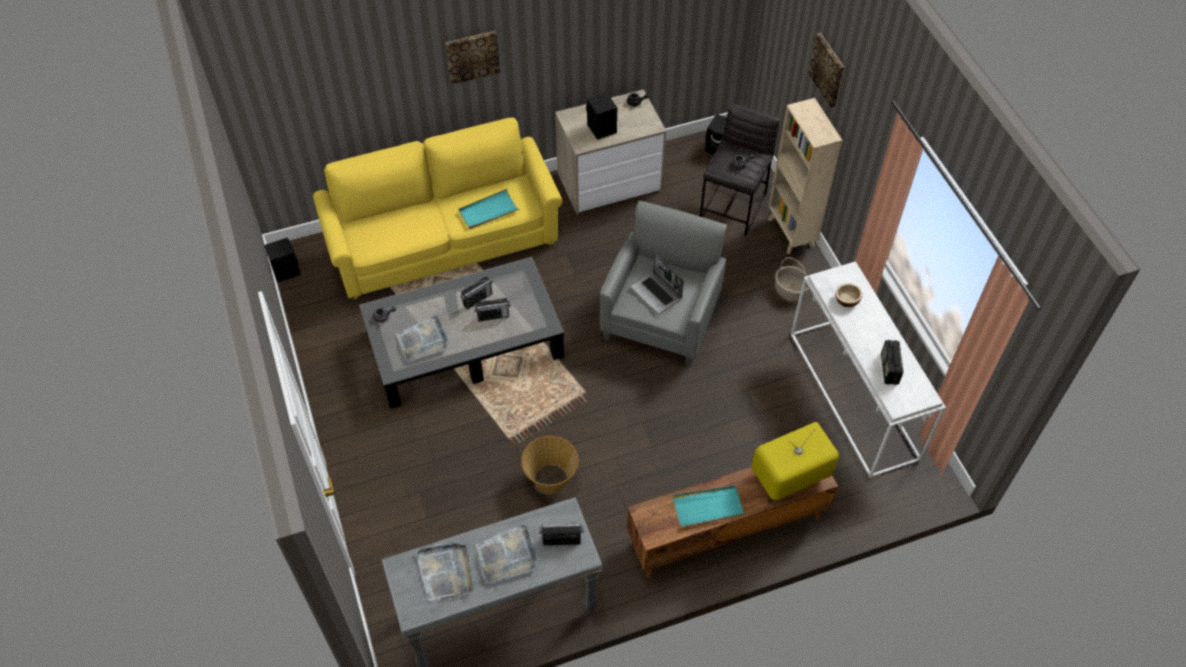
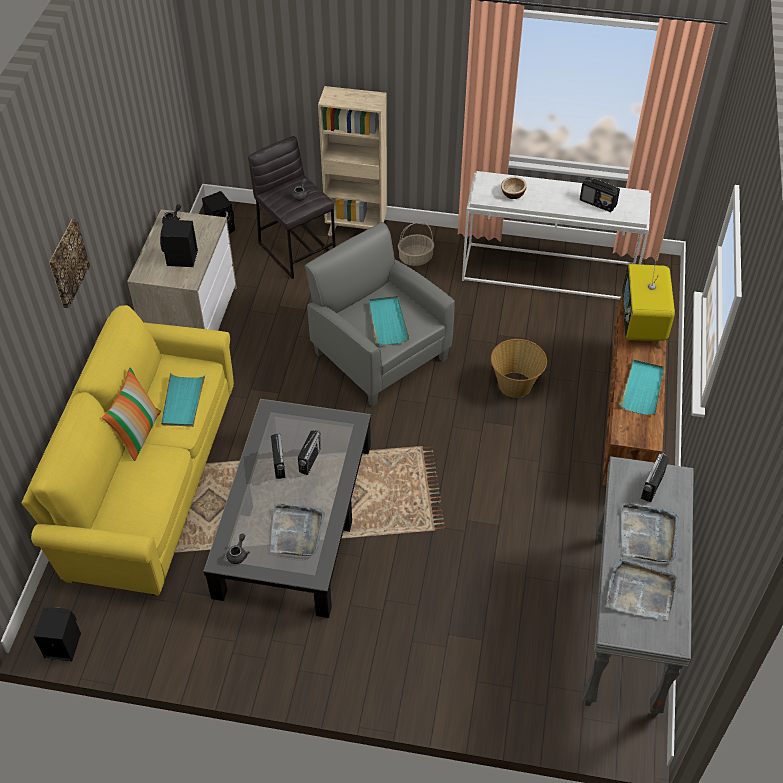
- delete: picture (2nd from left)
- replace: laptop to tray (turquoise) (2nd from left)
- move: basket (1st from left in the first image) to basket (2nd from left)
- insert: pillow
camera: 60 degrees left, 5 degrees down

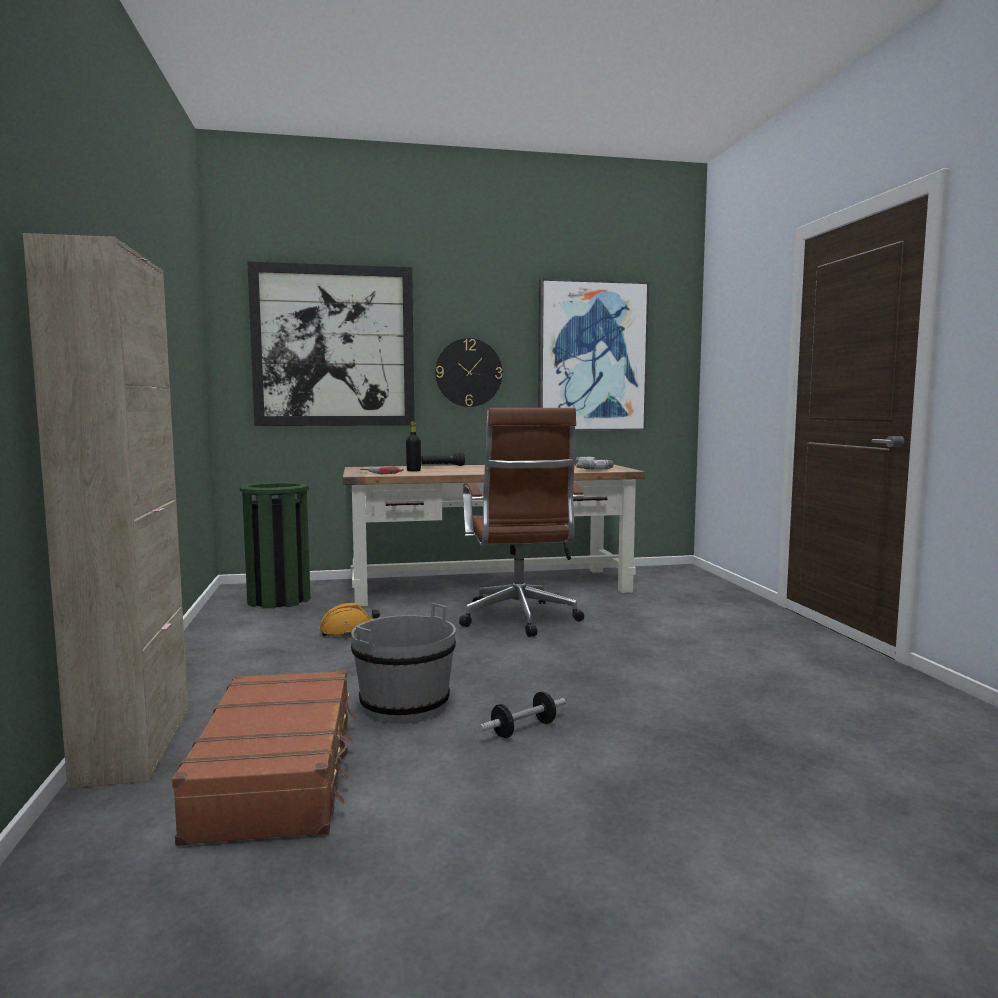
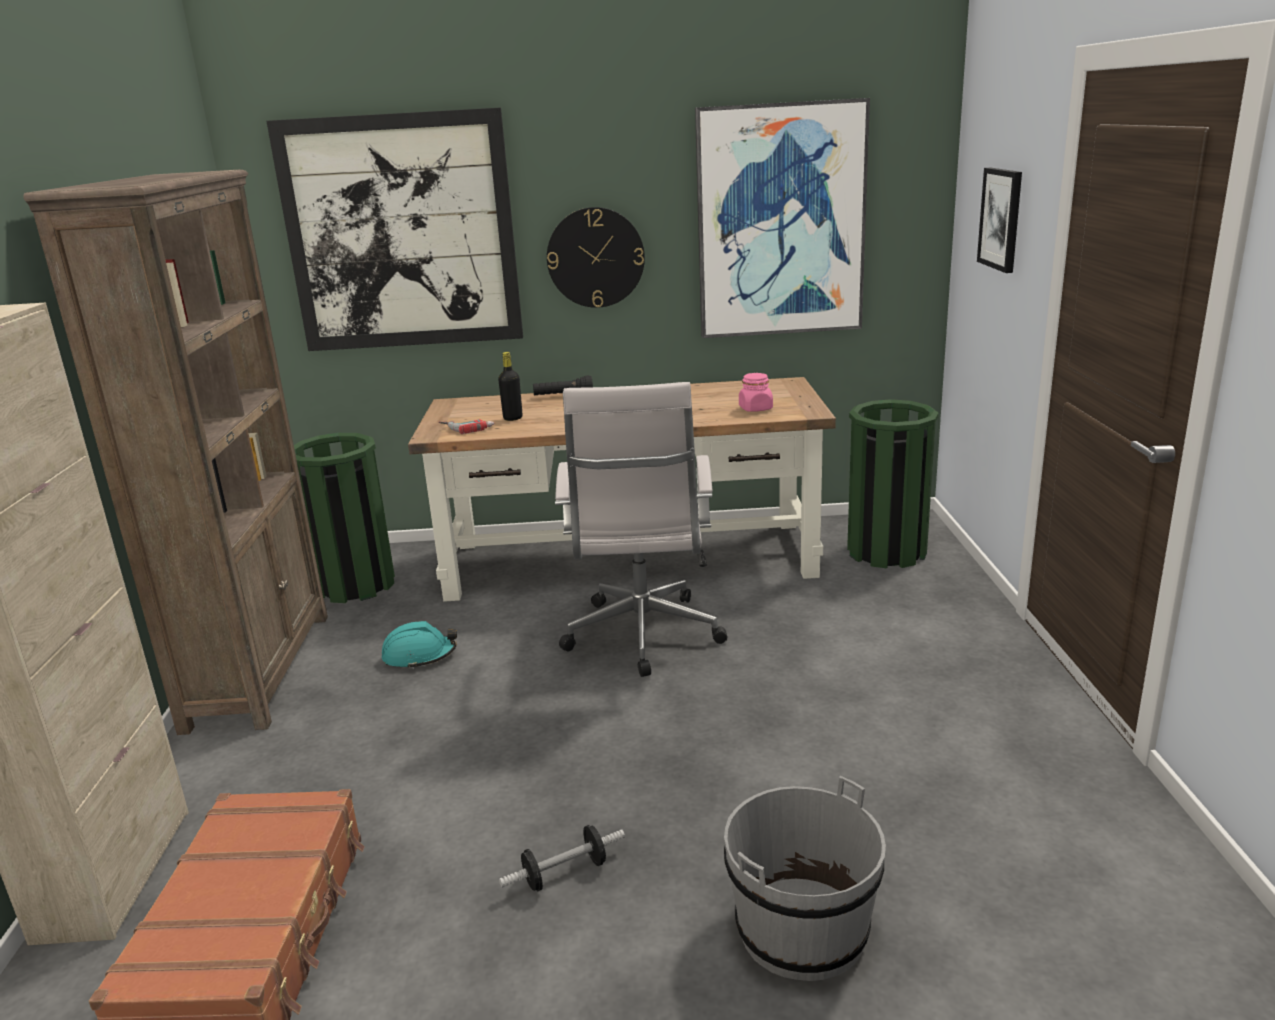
- recolor: office chair (brown) to office chair (white)
- replace: power drill (2nd from left) to jar (pink)
- recolor: hard hat (orange) to hard hat (turquoise)
- move: bucket (grey)
- insert: picture (3rd from left)
- insert: bookcase (brown)
- insert: trash can (green) (2nd from left)
camera: 10 degrees right, 15 degrees up

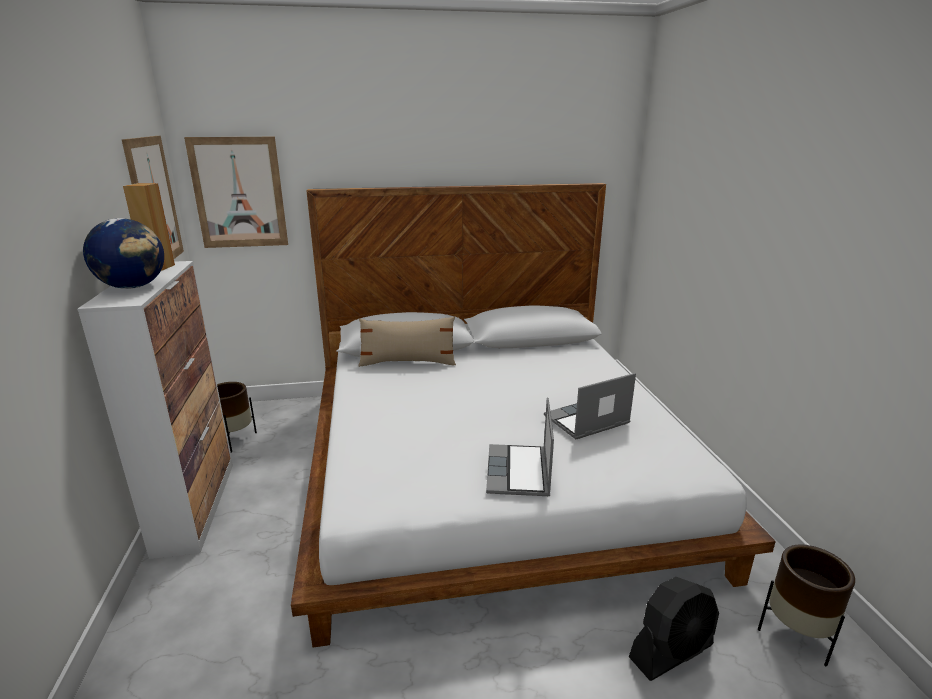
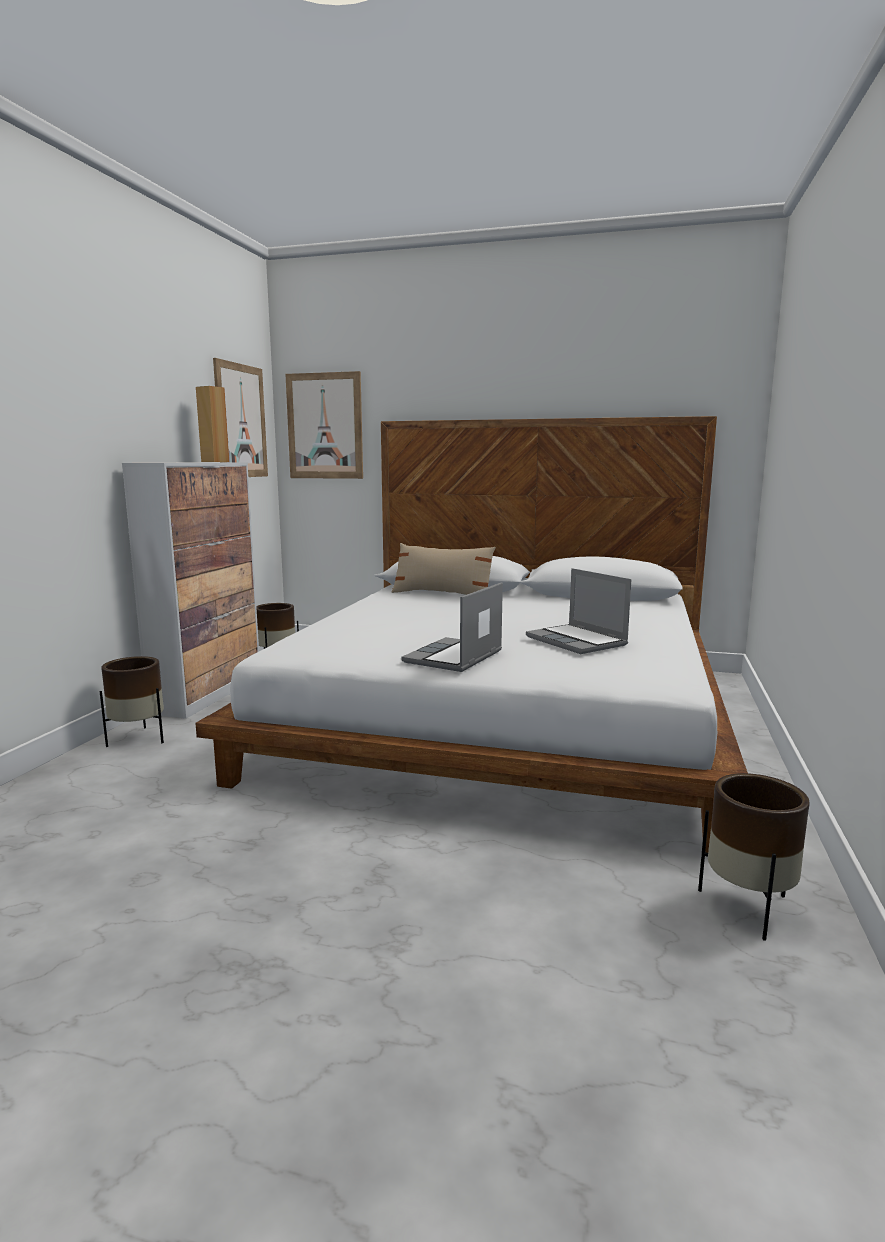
- delete: globe
- rotate: laptop (2nd from left) 120 degrees counterclockwise
- delete: fan (black)
- insert: planter (brown) (1st from left)
camera: 25 degrees right, 10 degrees down

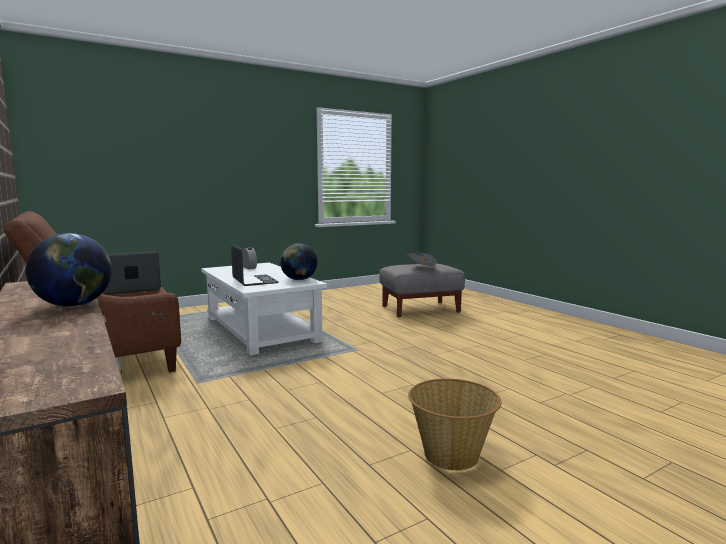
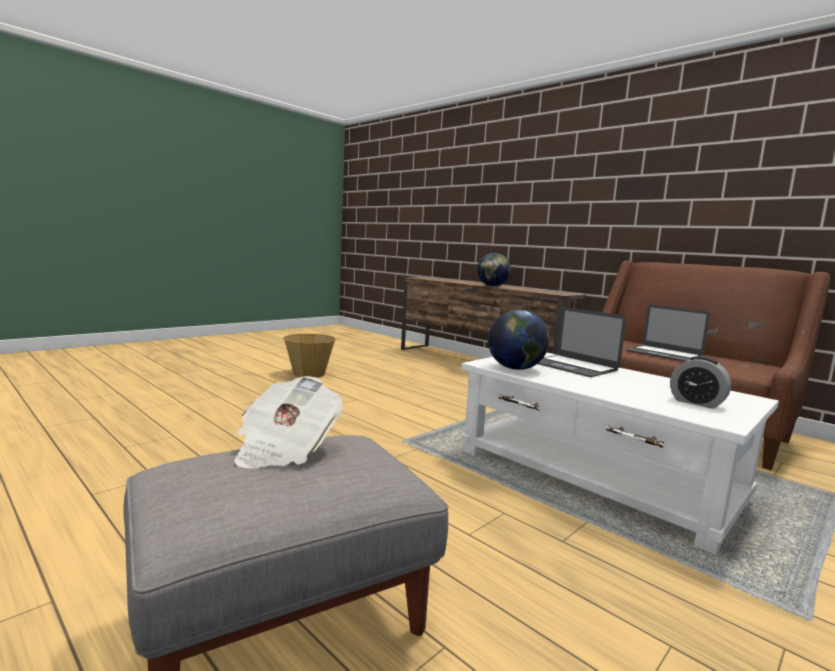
- rotate: laptop (1st from left in the first image) 90 degrees clockwise
camera: 165 degrees right, 0 degrees up

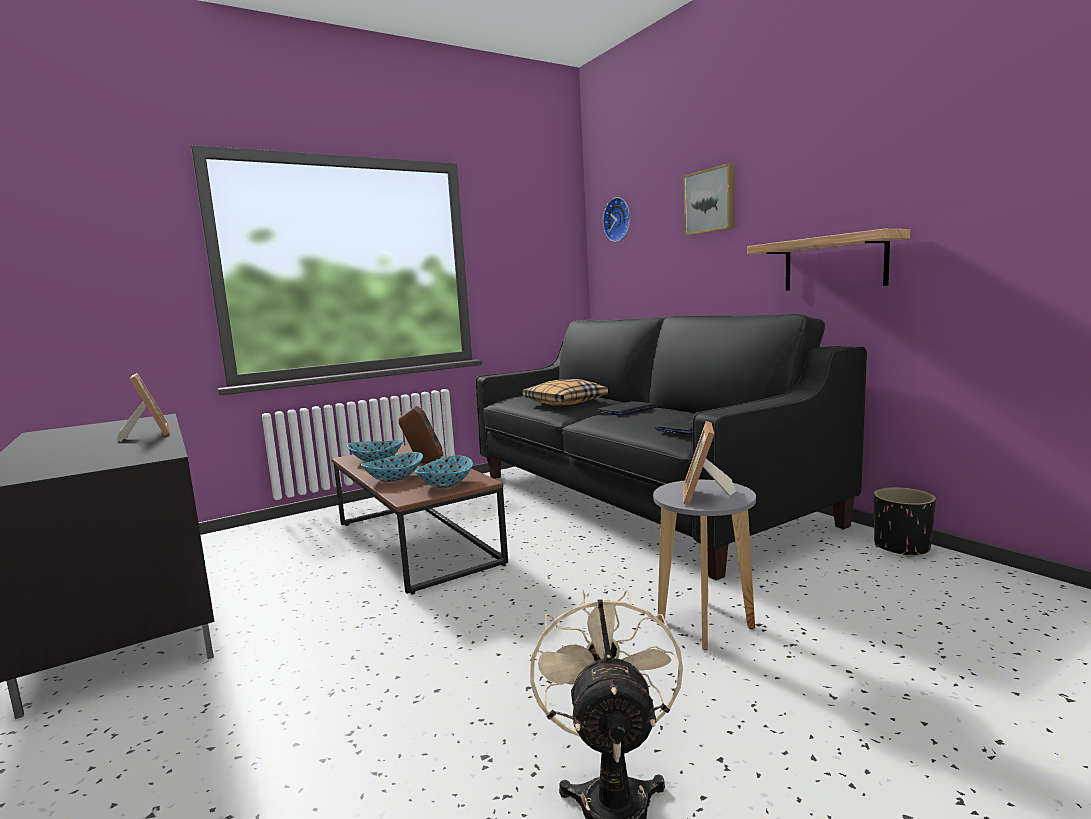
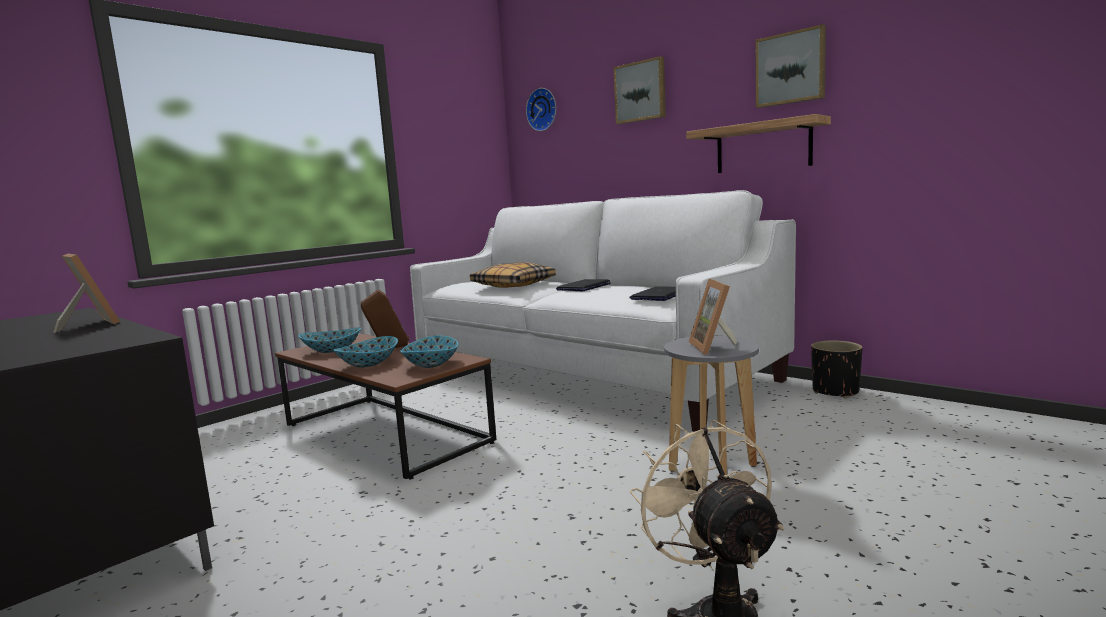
- recolor: sofa (black) to sofa (white)
- insert: picture (2nd from left)
camera: 15 degrees left, 0 degrees up

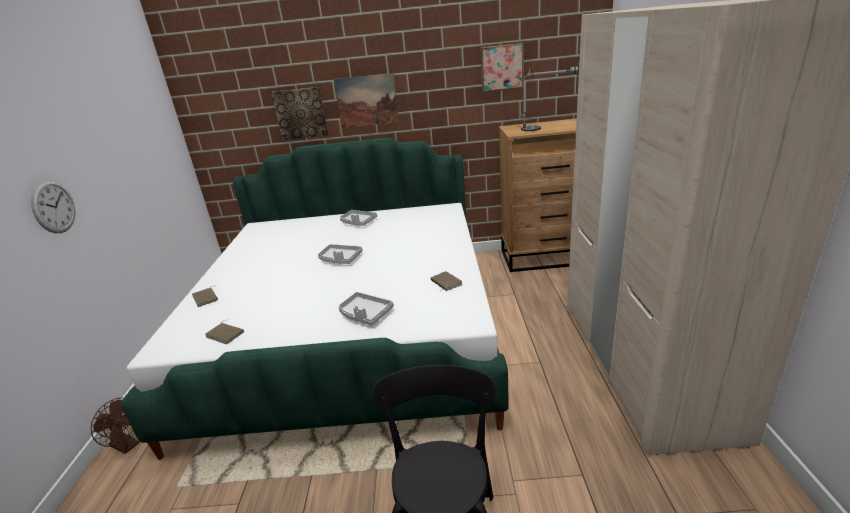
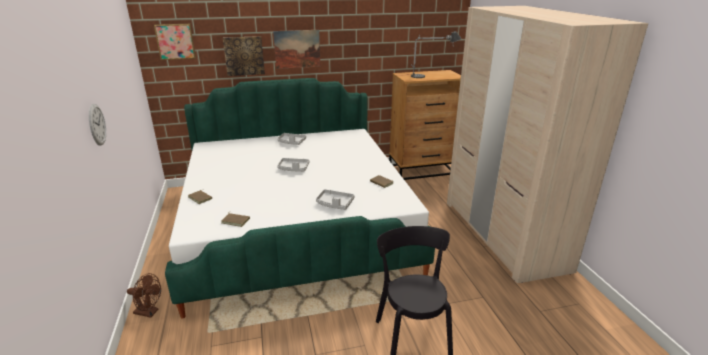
- move: picture (3rd from left in the first image) to picture (1st from left)
camera: 15 degrees left, 0 degrees up

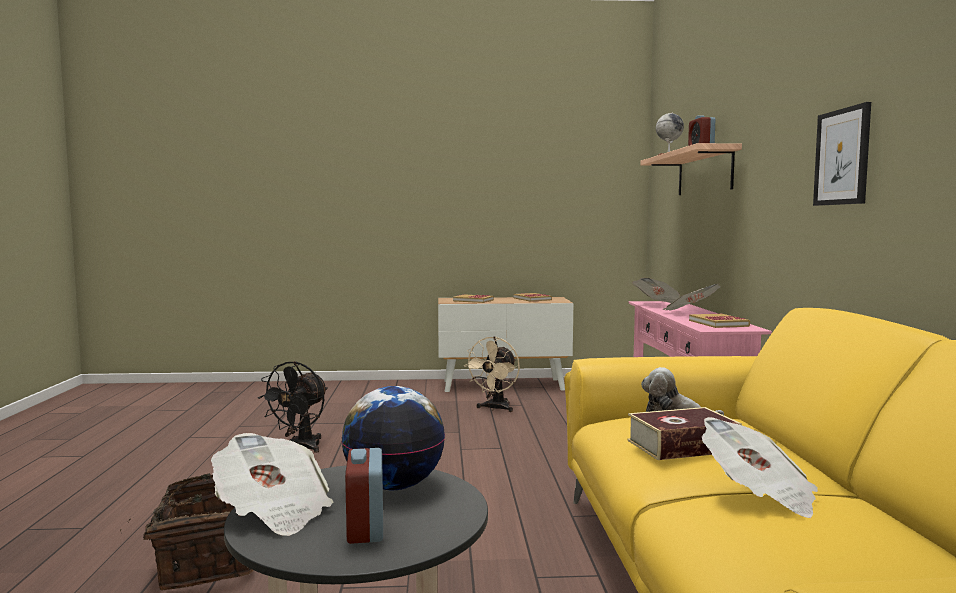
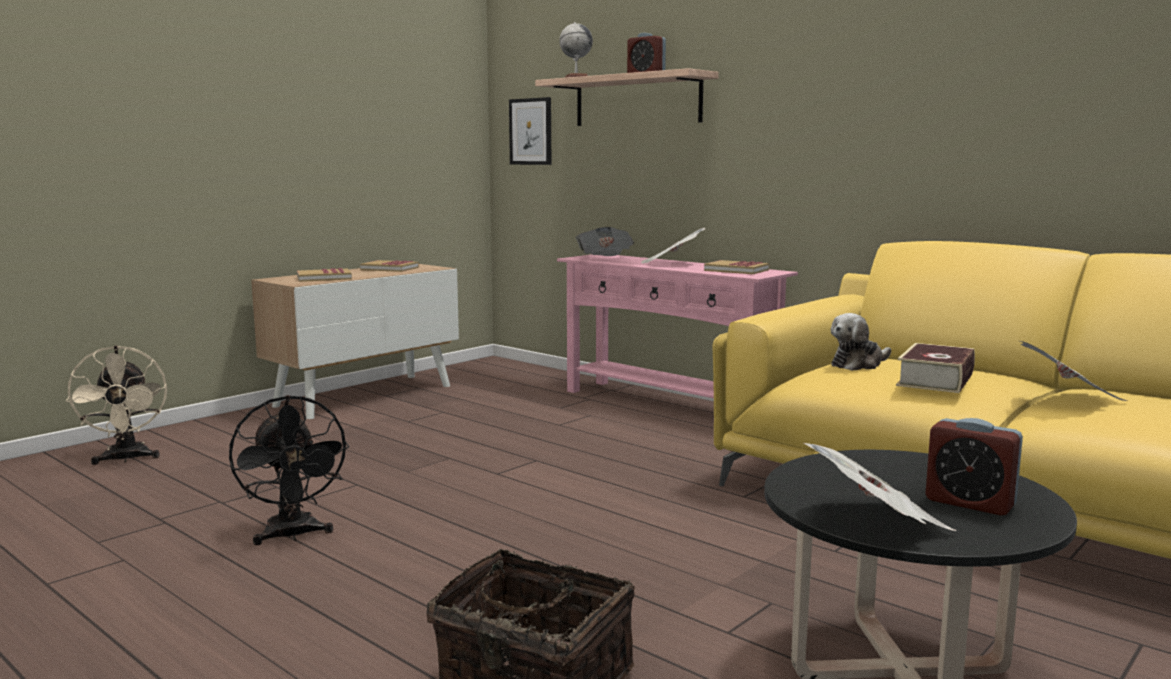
- move: picture
- move: fan (beige)
- delete: globe (1st from left)
camera: 45 degrees left, 5 degrees up

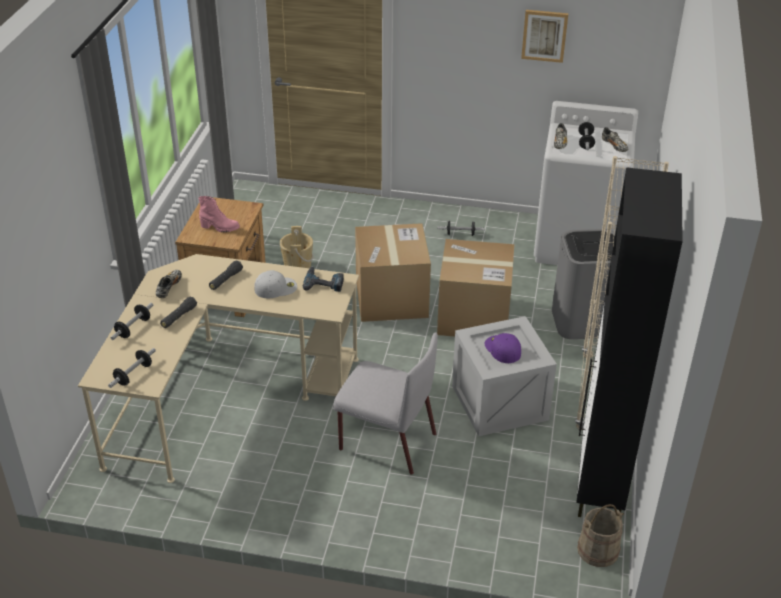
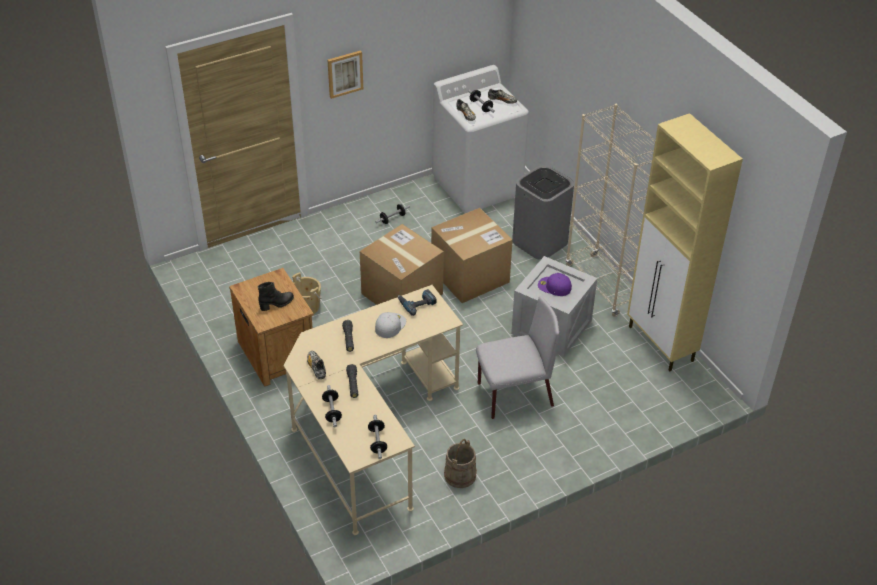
- move: picture
- recolor: cabinet (black) to cabinet (beige)
- recolor: boot (pink) to boot (black)
- move: bucket (beige) (2nd from left)
camera: 40 degrees left, 5 degrees up

